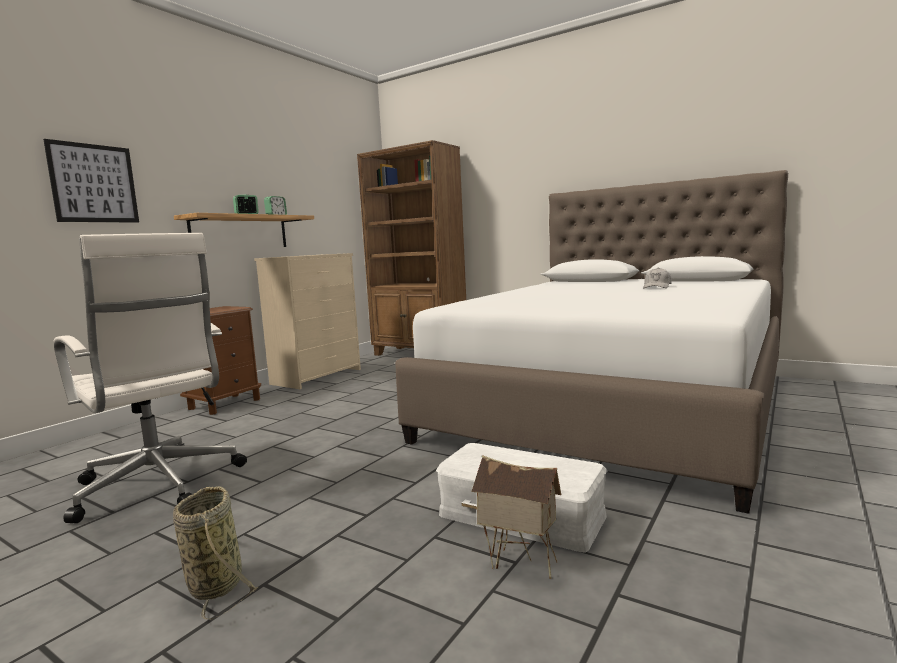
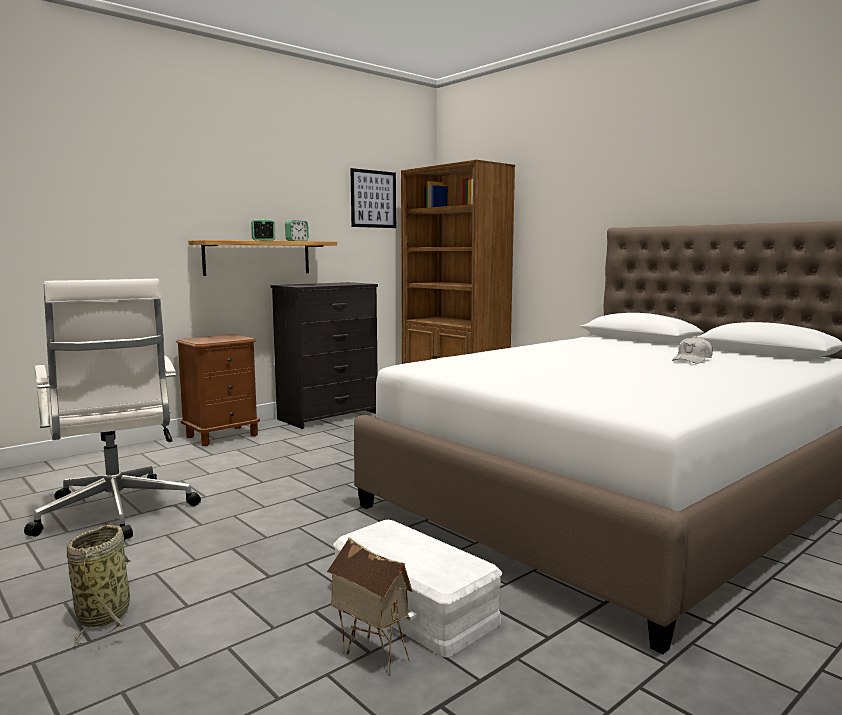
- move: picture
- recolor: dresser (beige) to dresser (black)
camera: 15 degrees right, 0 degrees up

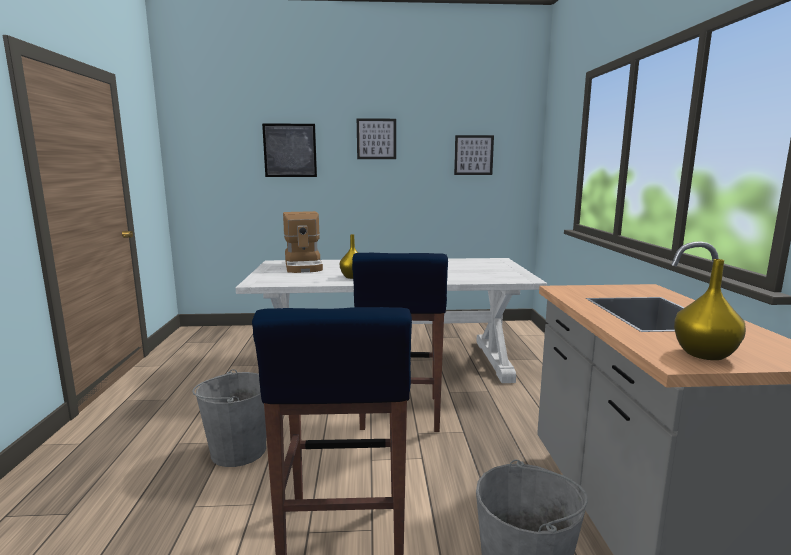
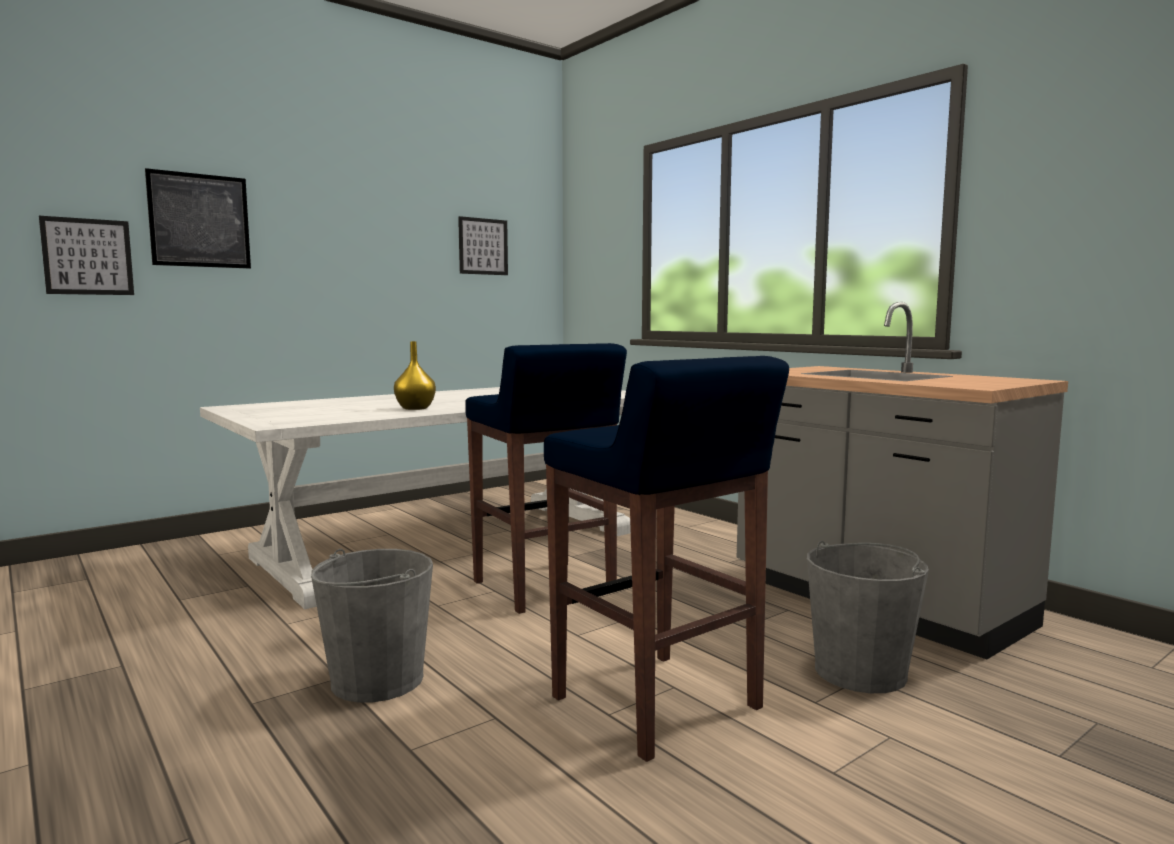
- move: picture (2nd from left in the first image) to picture (1st from left)
- delete: coffee machine
- delete: vase (yellow) (2nd from left)
camera: 35 degrees left, 5 degrees down

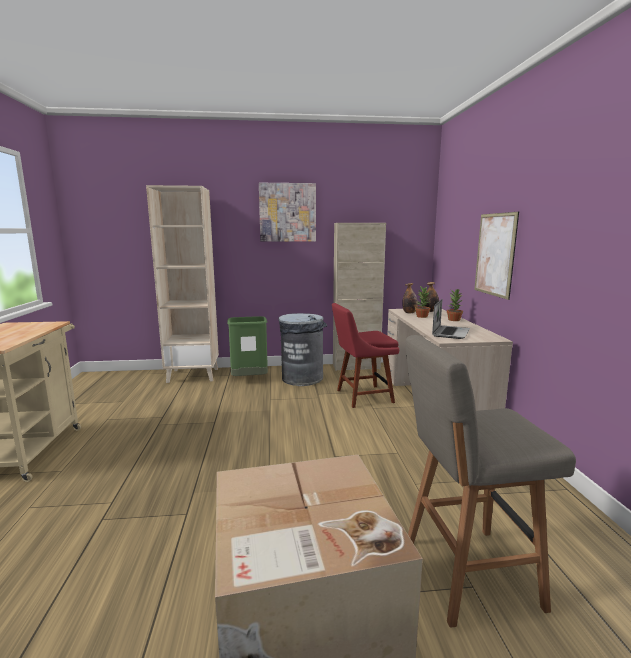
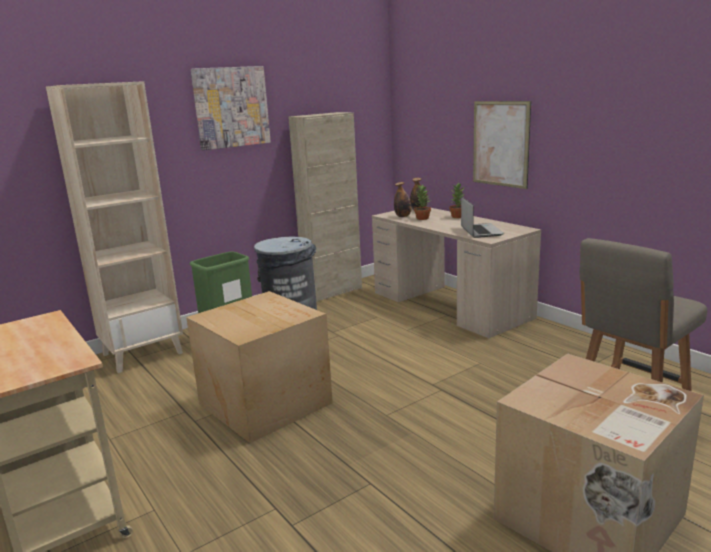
- delete: chair (red)
- insert: cardboard box (1st from left)
camera: 30 degrees left, 5 degrees up

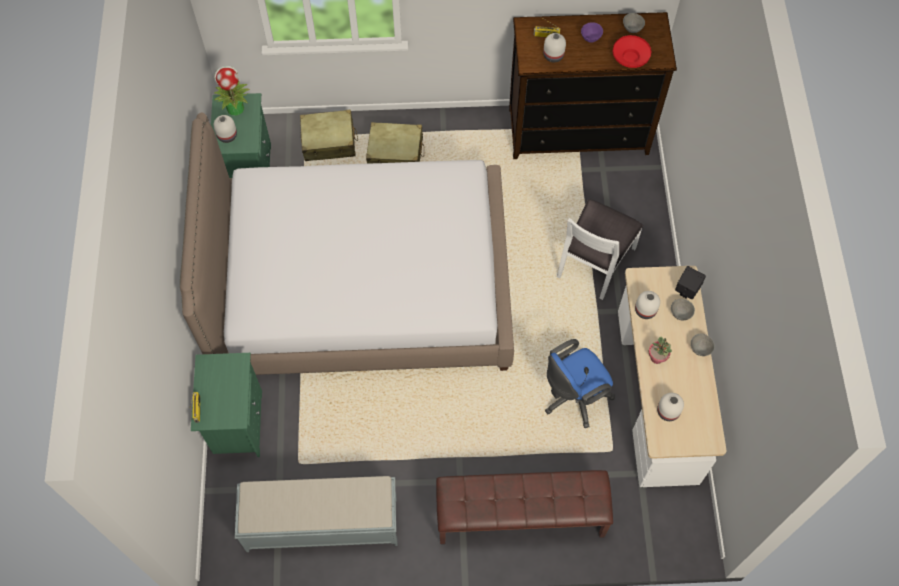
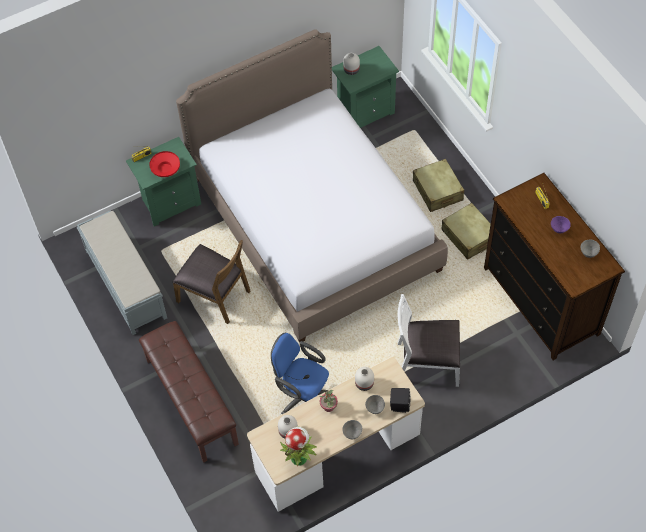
- delete: vase (white) (2nd from left)
- move: bowl (red)
- move: potted plant (1st from left)
- move: suitcase (beige) (1st from left in the first image) to suitcase (beige) (2nd from left)
- insert: chair (brown)
camera: 65 degrees right, 5 degrees down

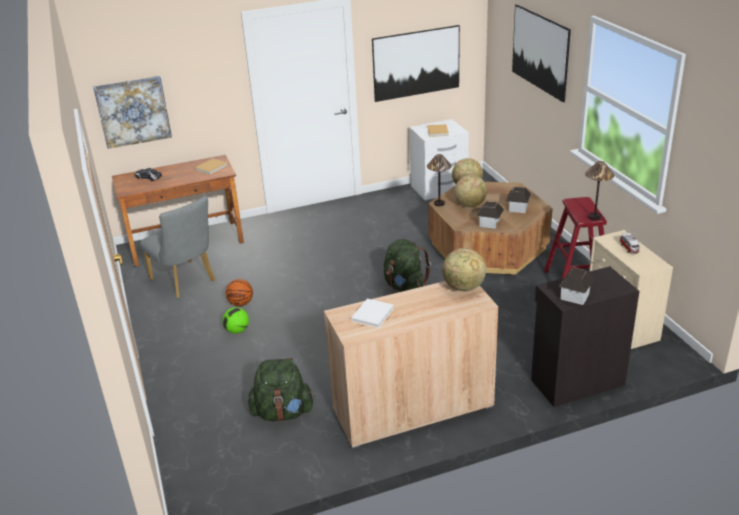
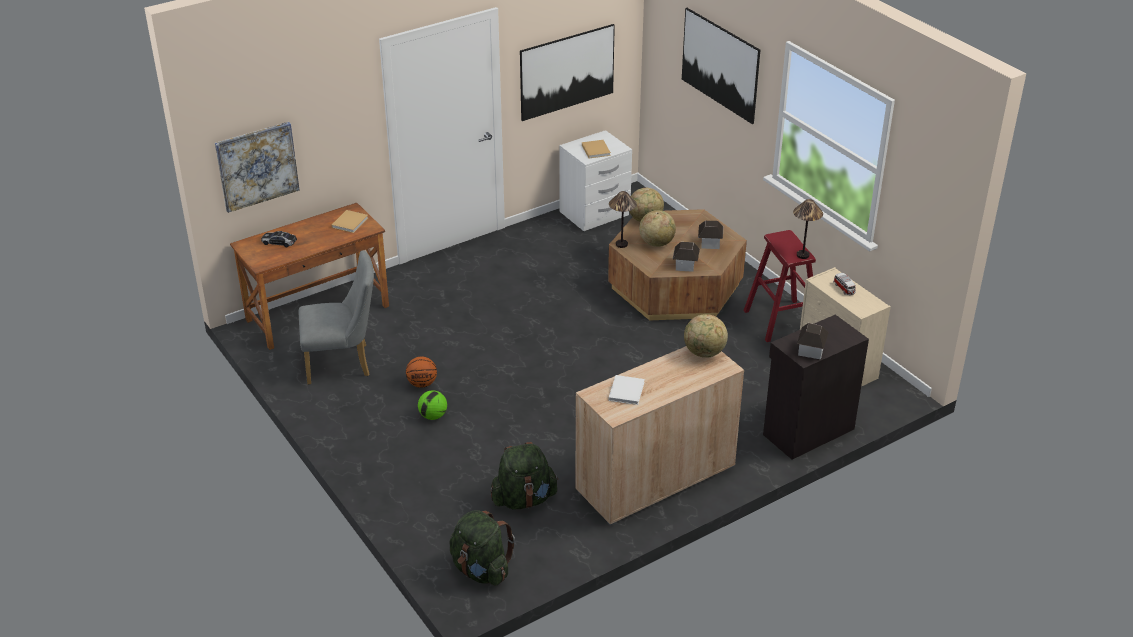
- rotate: chair (grey) 45 degrees counterclockwise
- move: backpack (green) (2nd from left in the first image) to backpack (green) (1st from left)
camera: 15 degrees left, 5 degrees up

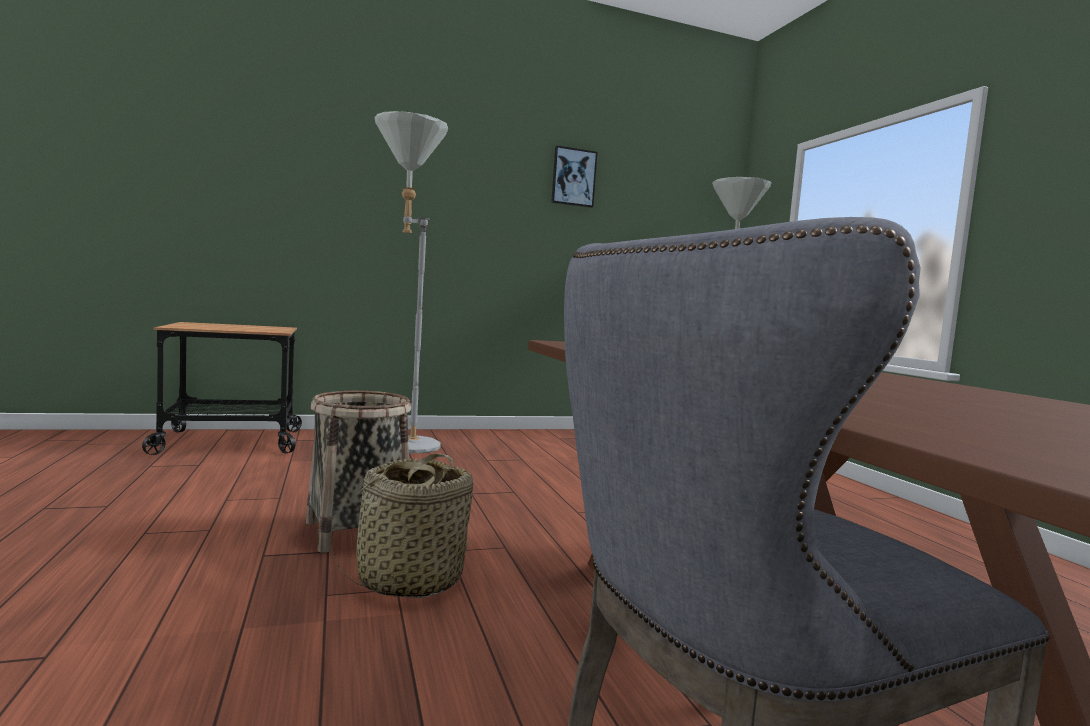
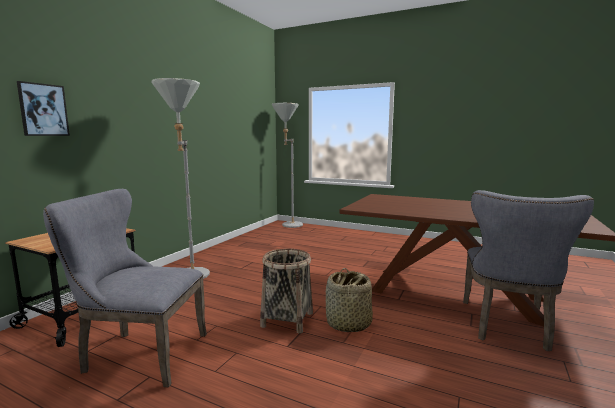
- move: picture
- insert: chair (grey) (1st from left)
camera: 45 degrees left, 5 degrees up

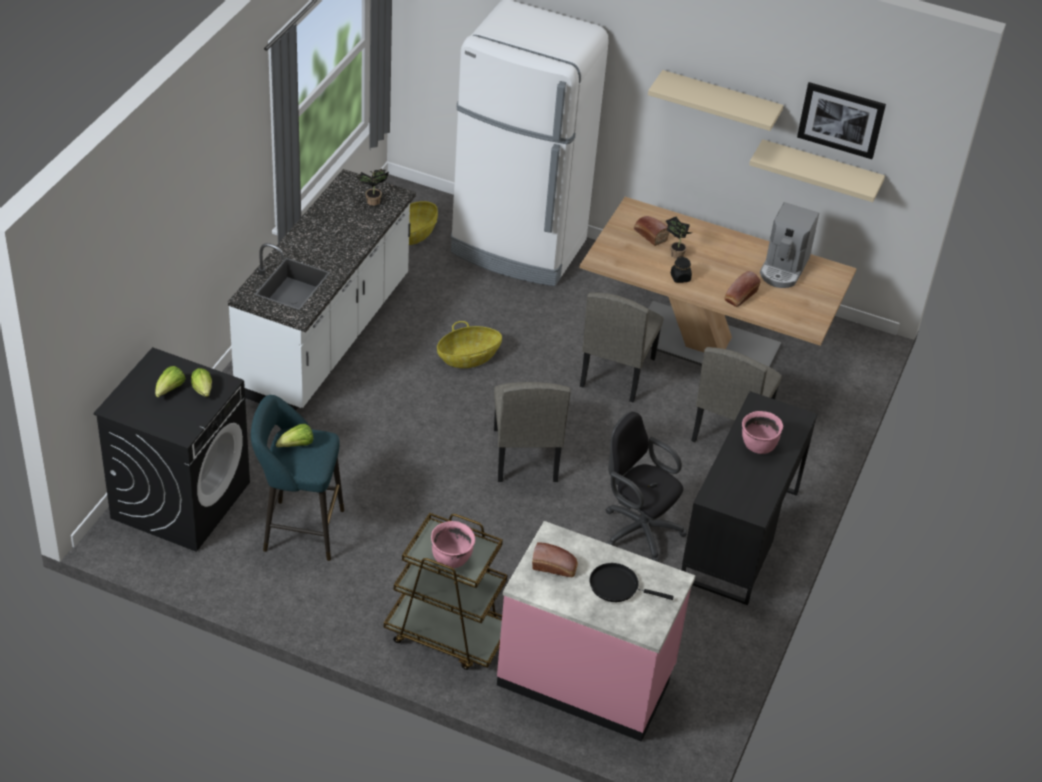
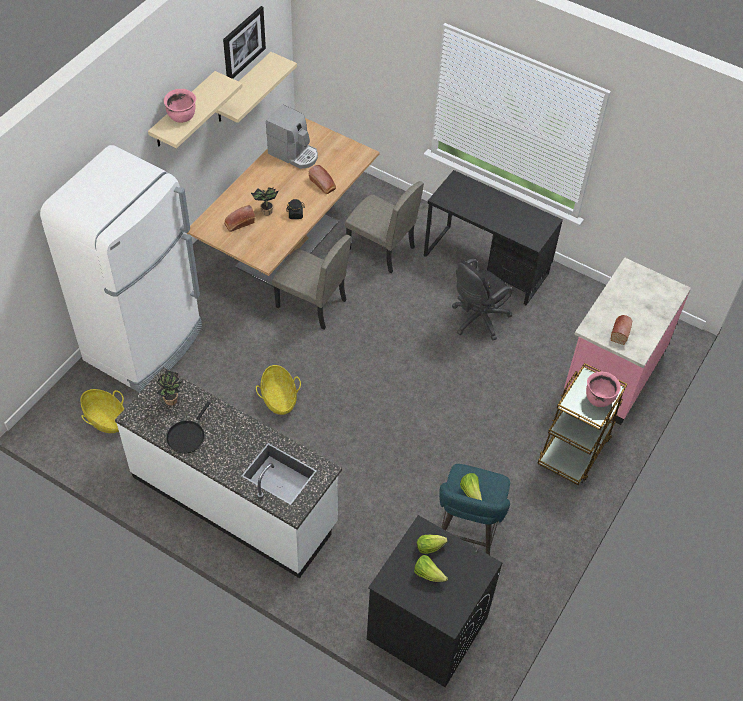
- delete: chair (beige) (1st from left)
- move: cooking pot (pink) (2nd from left in the first image) to cooking pot (pink) (1st from left)
- move: frying pan (black)
camera: 80 degrees left, 10 degrees up

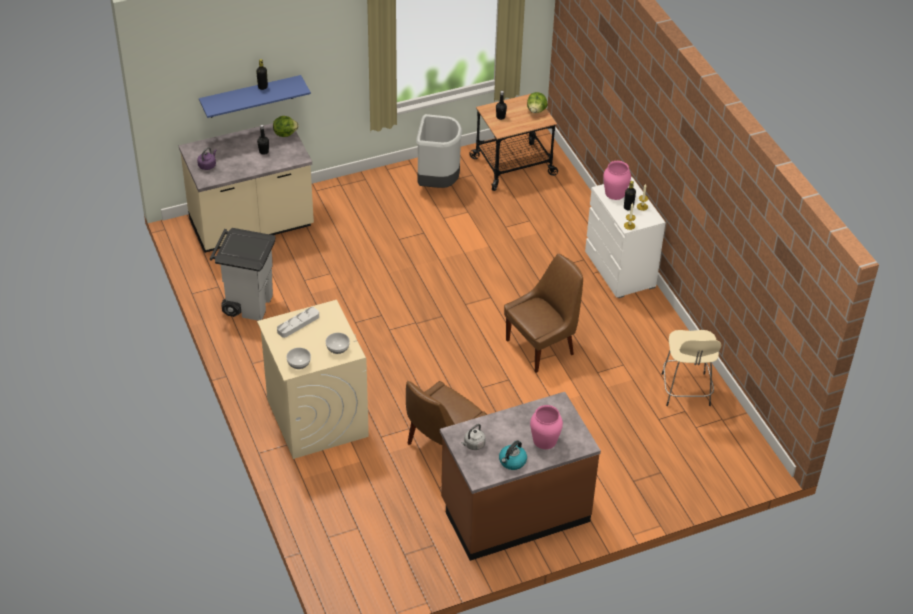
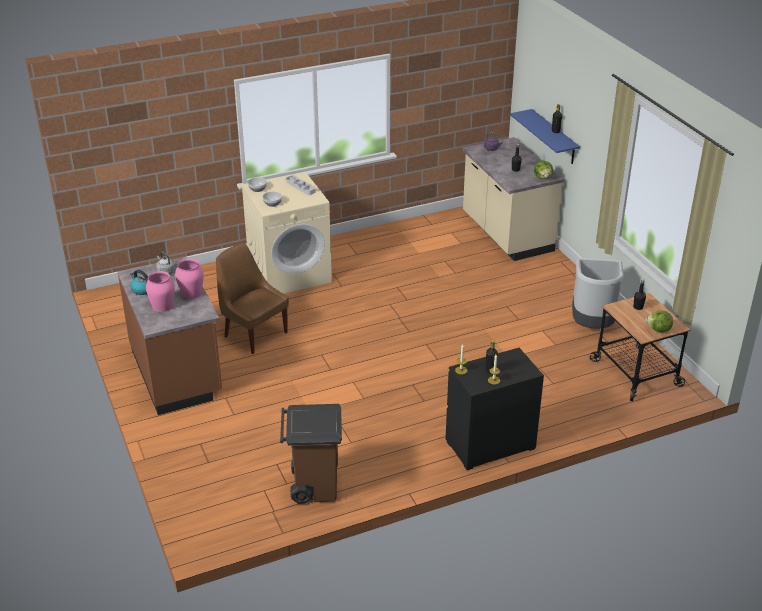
- move: vase (pink) (2nd from left)
- recolor: dresser (white) to dresser (black)
- delete: trash can (grey) (1st from left)
- delete: chair (brown) (2nd from left)
- replace: stool (beige) to trash can (brown)
camera: 90 degrees right, 10 degrees down

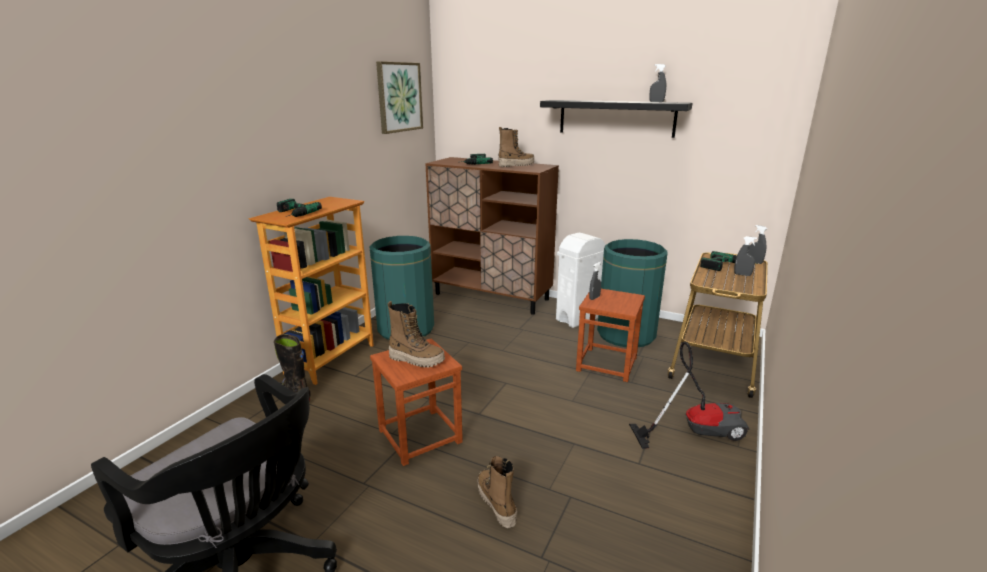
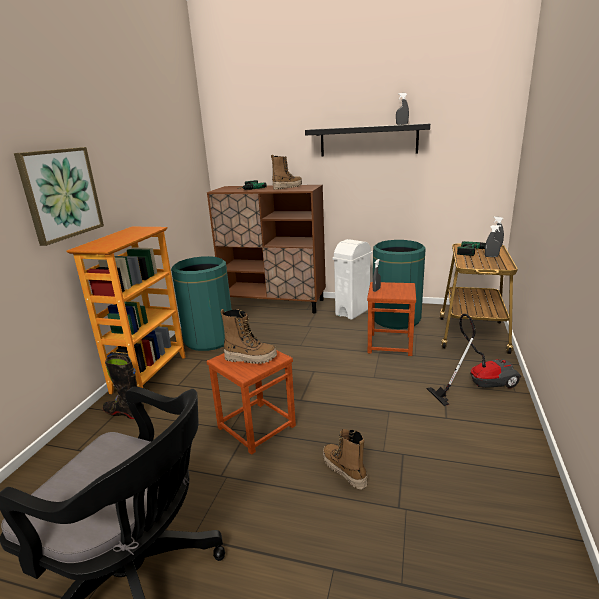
- move: picture
- delete: power drill (1st from left)
camera: 10 degrees left, 0 degrees up

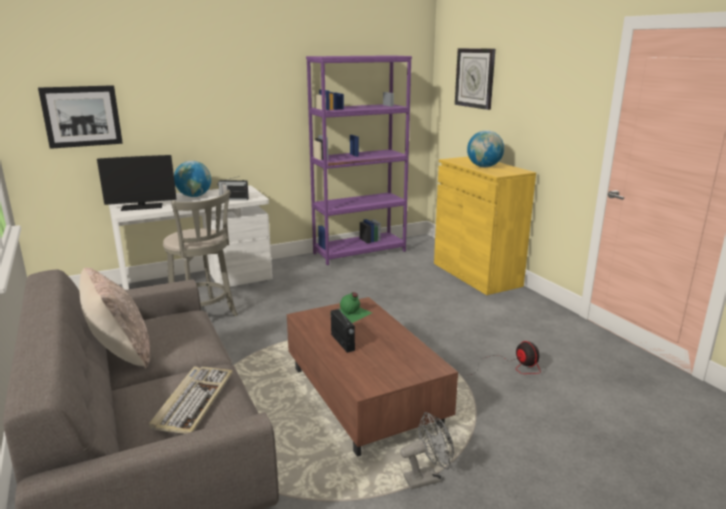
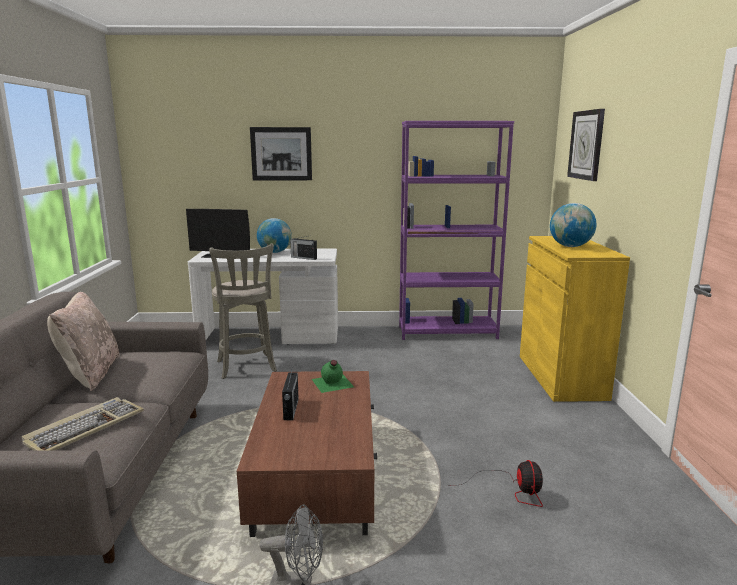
- move: picture
camera: 25 degrees right, 5 degrees down

